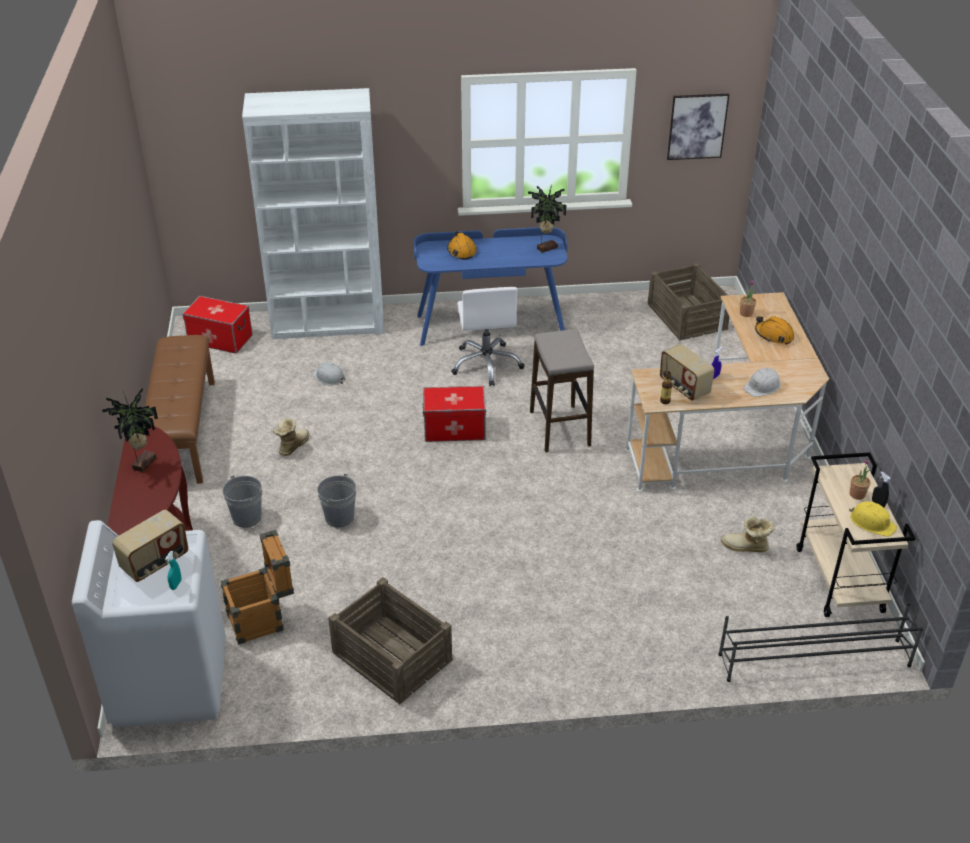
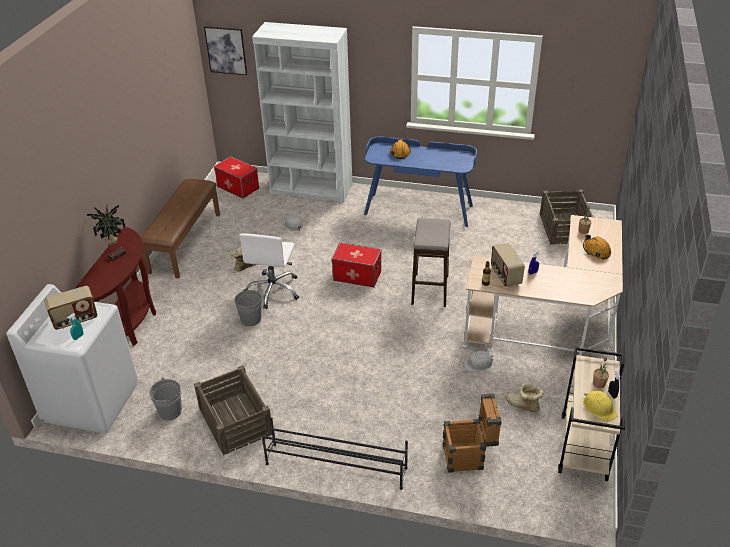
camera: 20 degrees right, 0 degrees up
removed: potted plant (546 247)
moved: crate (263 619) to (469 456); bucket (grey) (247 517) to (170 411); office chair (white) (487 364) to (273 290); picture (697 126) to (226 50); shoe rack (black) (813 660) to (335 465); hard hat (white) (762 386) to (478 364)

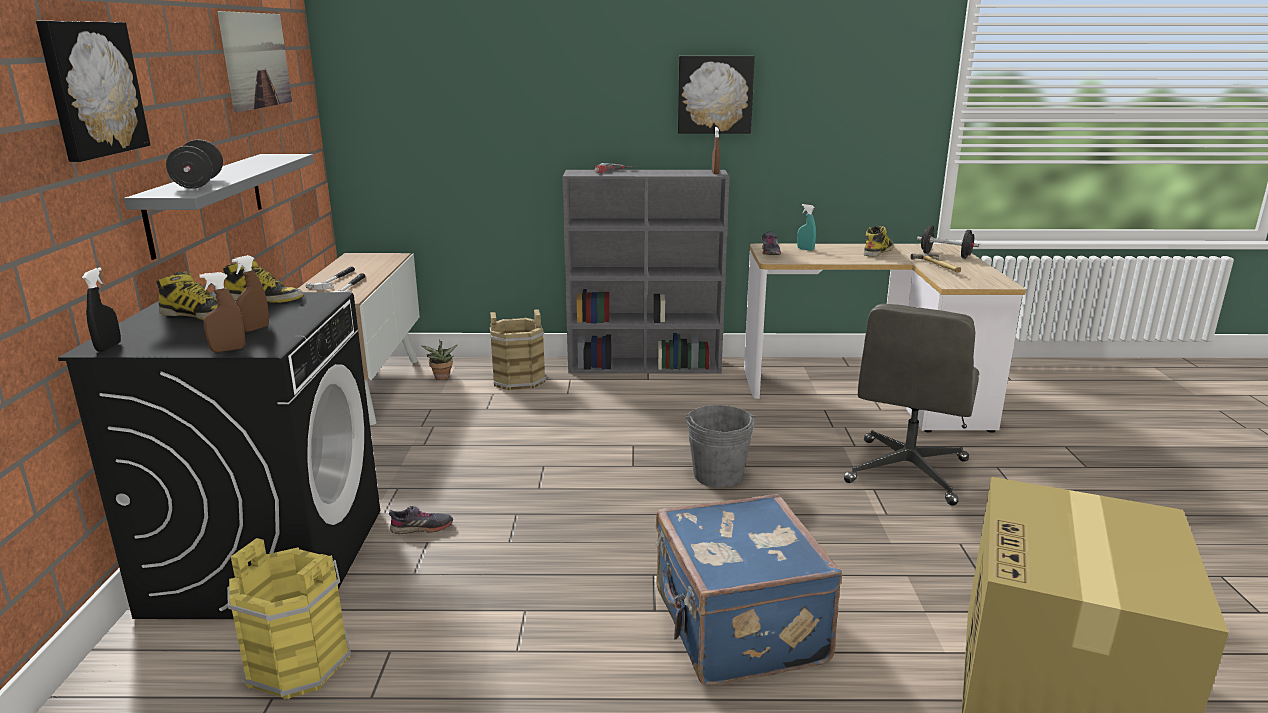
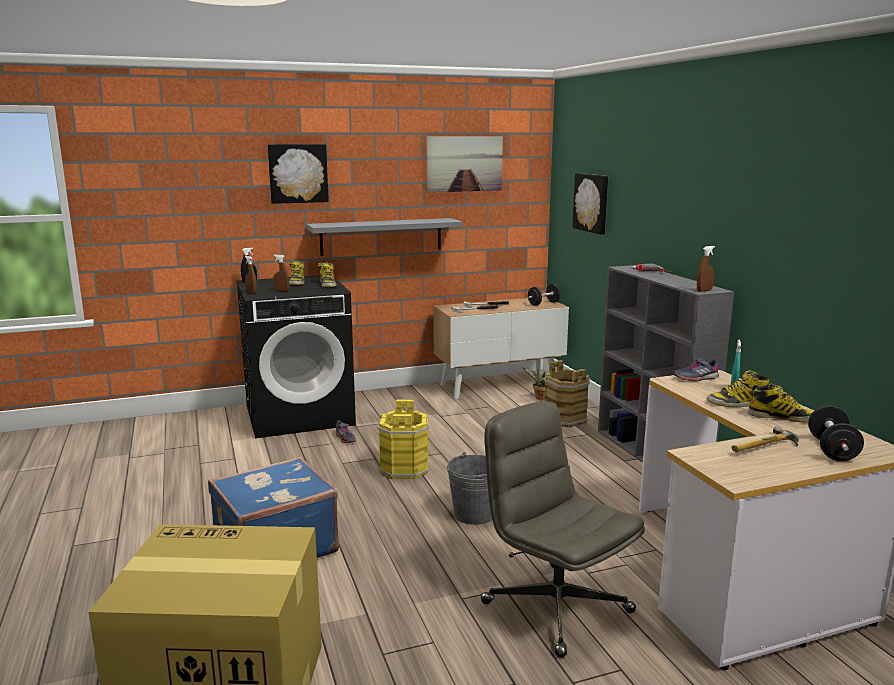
camera: 70 degrees right, 5 degrees down
added: boot (738 403)
moved: dumbbell (black) (199 183) to (543 304); bucket (yellow) (298 662) to (405 468); picture (715 94) to (592 202)
turned: office chair (grey) (907 472) = (555 606) 45 degrees clockwise

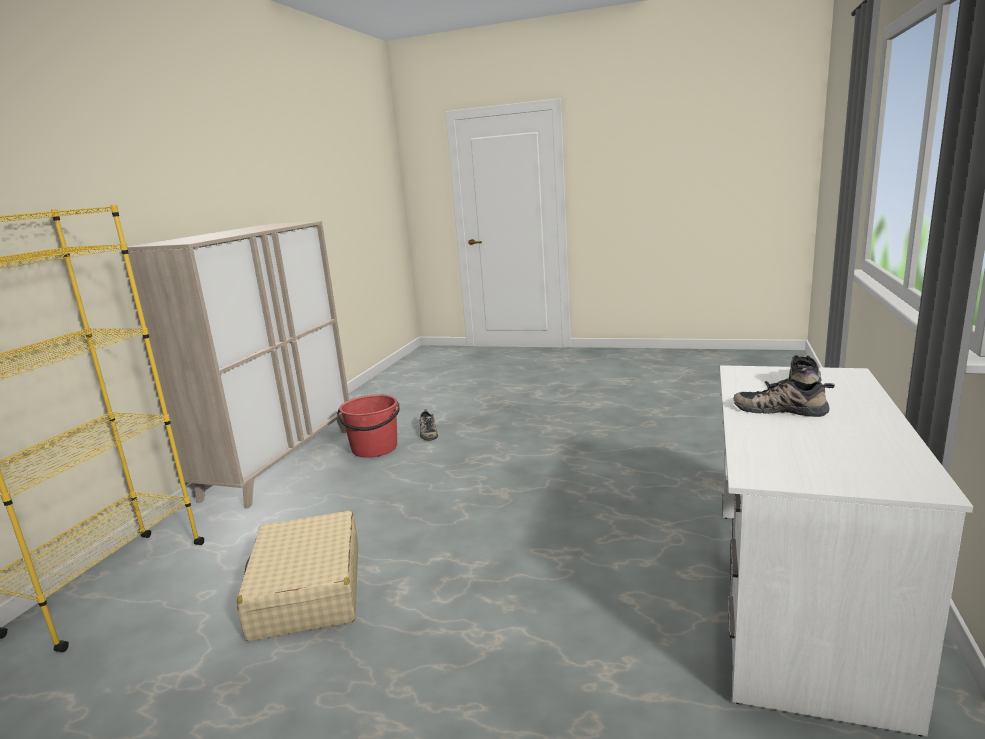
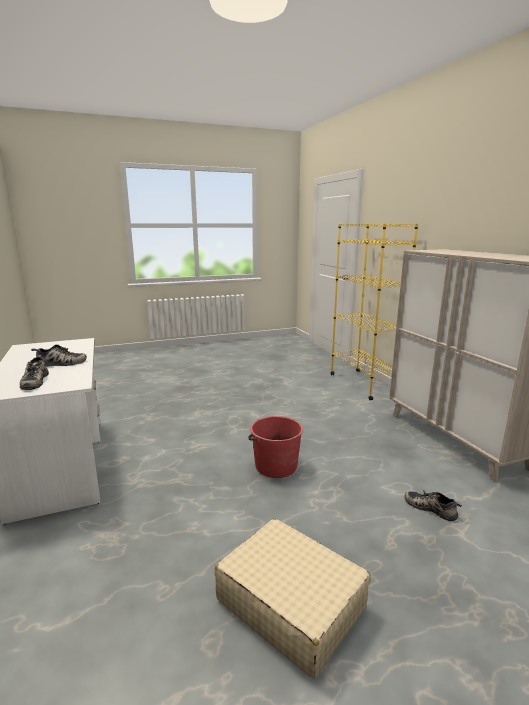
camera: 140 degrees right, 0 degrees up
moved: suitcase (beige) (307 591) to (290 603); bucket (red) (374 448) to (275 466)

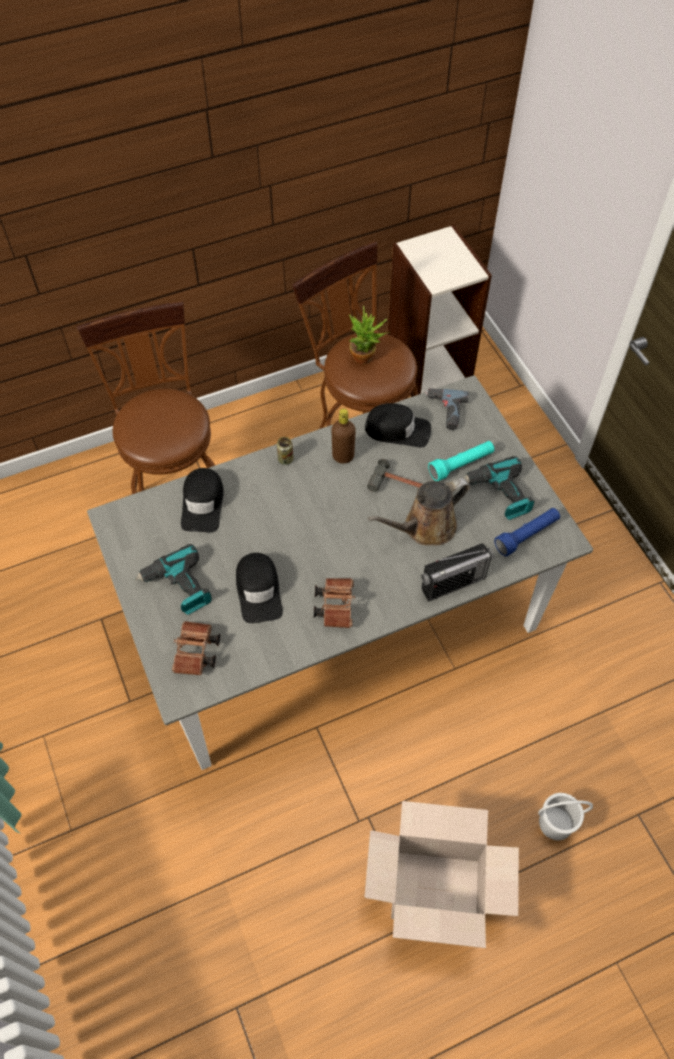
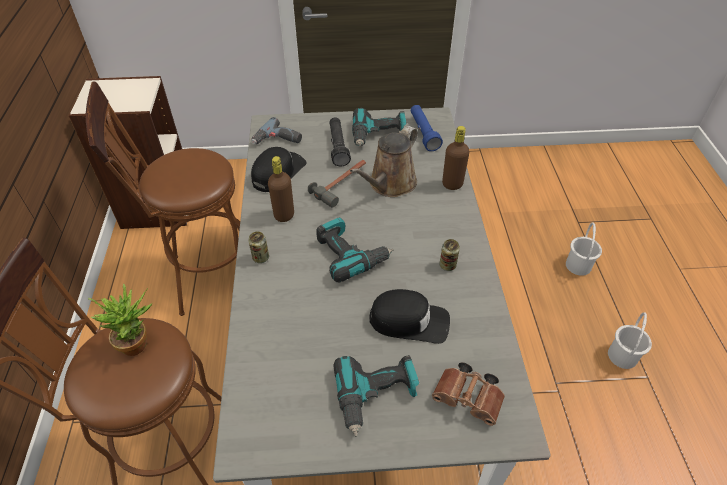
camera: 70 degrees left, 10 degrees down
removed: cap (black) (203 504)
added: power drill (350 254)
moved: potted plant (366 359) to (139 342)
replaced: binoculars (brown) (335 605) to can (447 265); cardboard box (434 890) to bucket (white) (623 356); radio (453 583) to bottle (brown) (452 184)
recoloured: flashlight (turquoise) (461 465) to flashlight (black) (338 147)
turned: watering can (brown) (425 527) = (390 184) 45 degrees clockwise

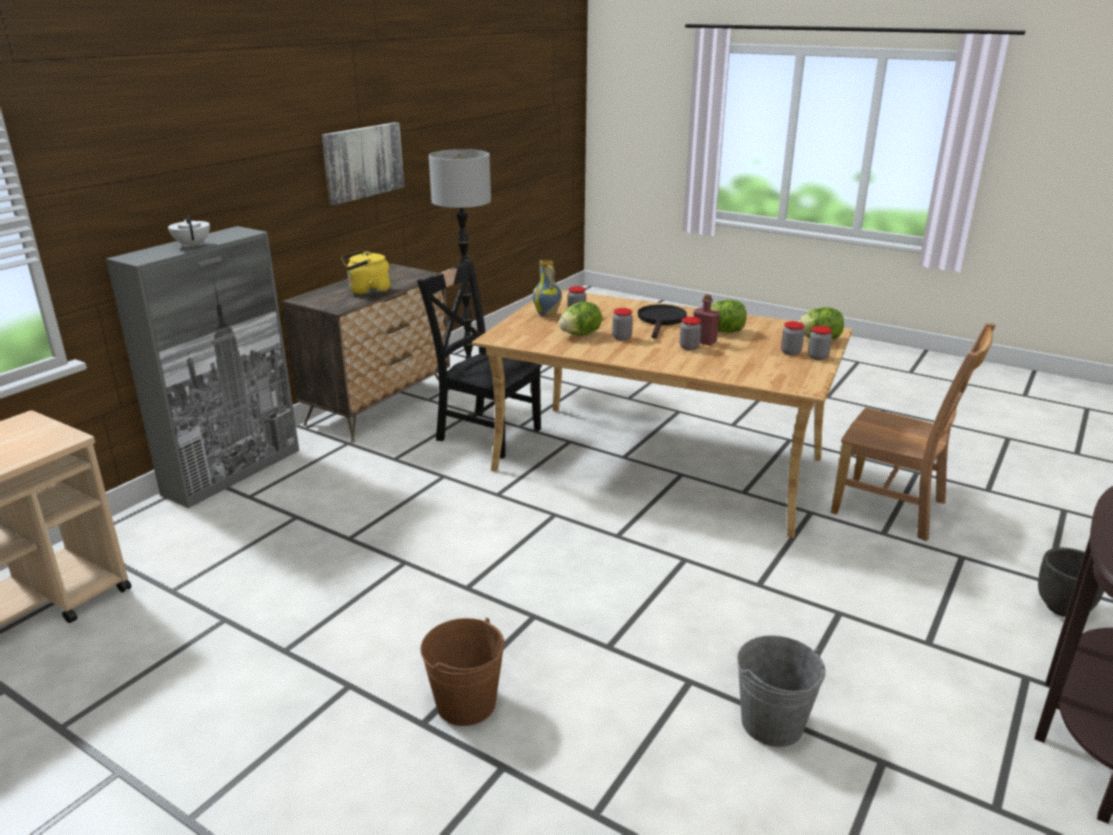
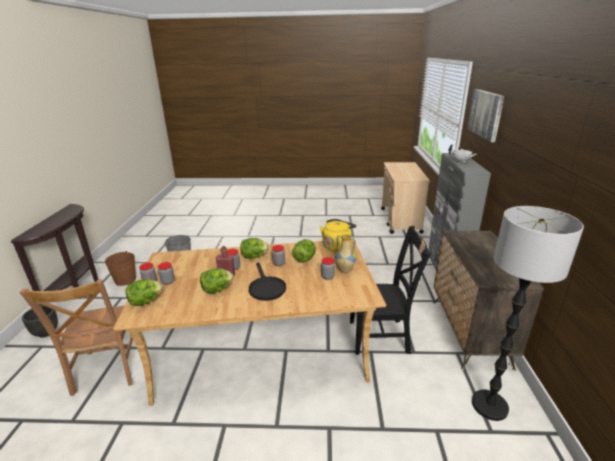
camera: 150 degrees right, 0 degrees up
added: lettuce (254 257)
moved: picture (362 162) to (486 114); kettle (yellow) (367 292) to (337 246); bucket (brown) (466 704) to (125 280)
turned: chair (brown) (894 509) = (107 370) 105 degrees counterclockwise

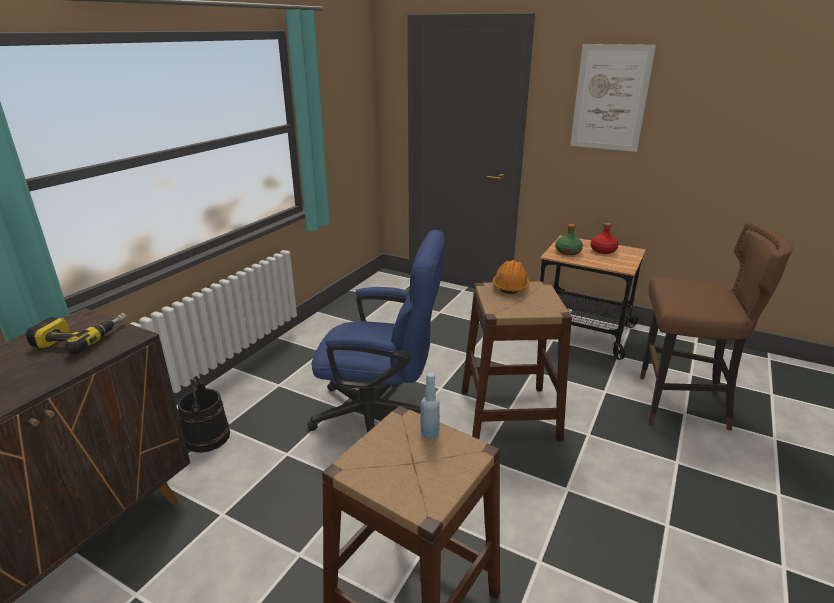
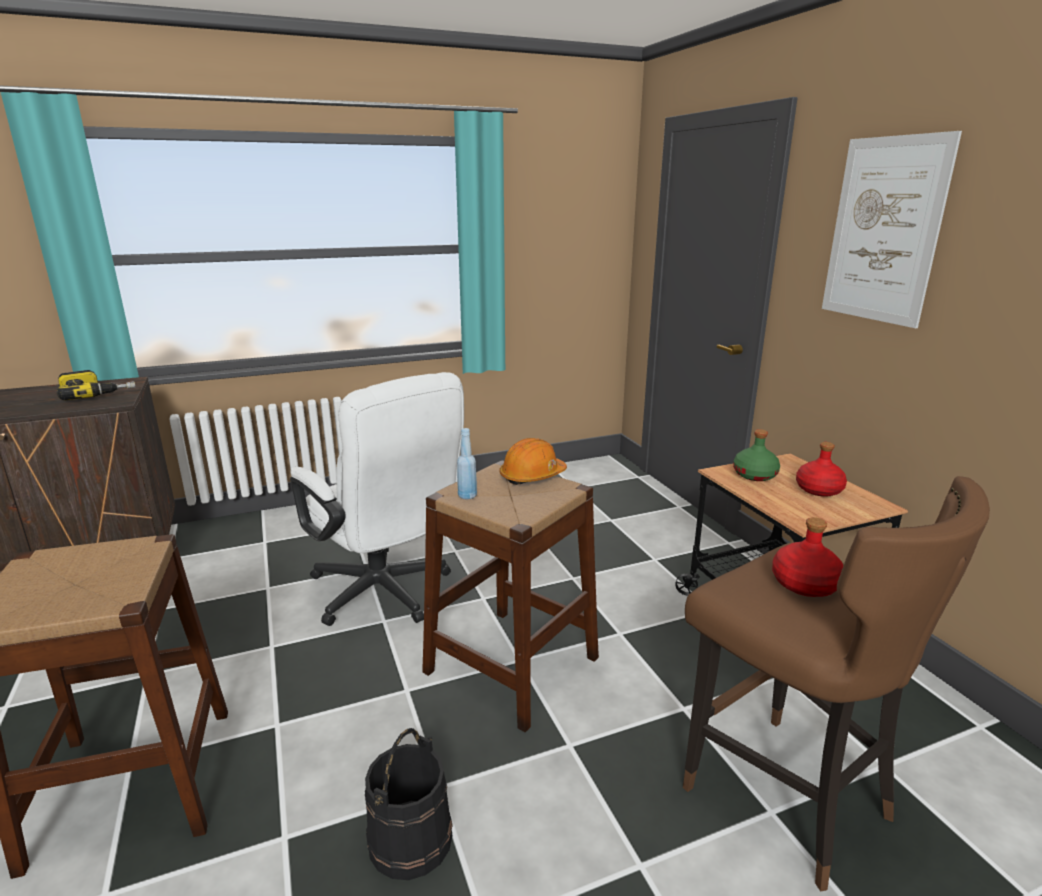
camera: 40 degrees right, 5 degrees down
added: bottle (red) (805 584)
moved: bucket (black) (207 437) to (411 840); bottle (blue) (429 433) to (467 496)
recoloured: office chair (blue) (380 415) to office chair (white) (387 595)

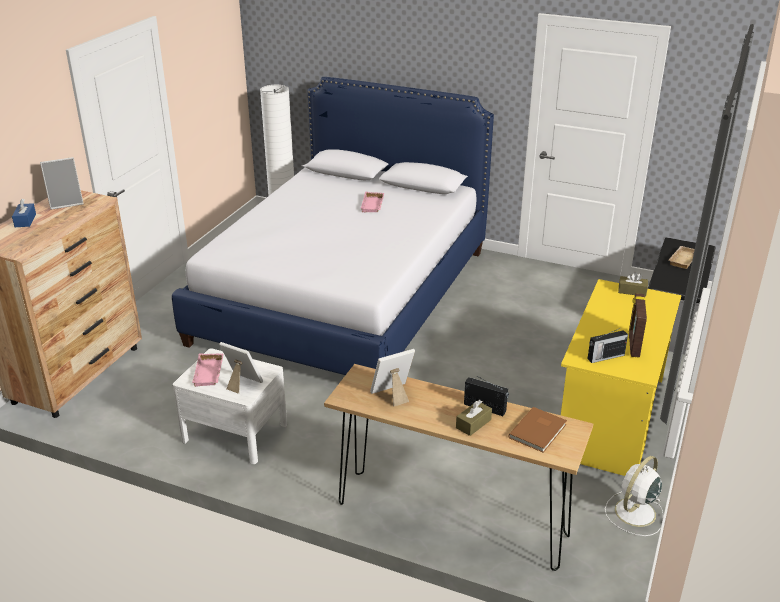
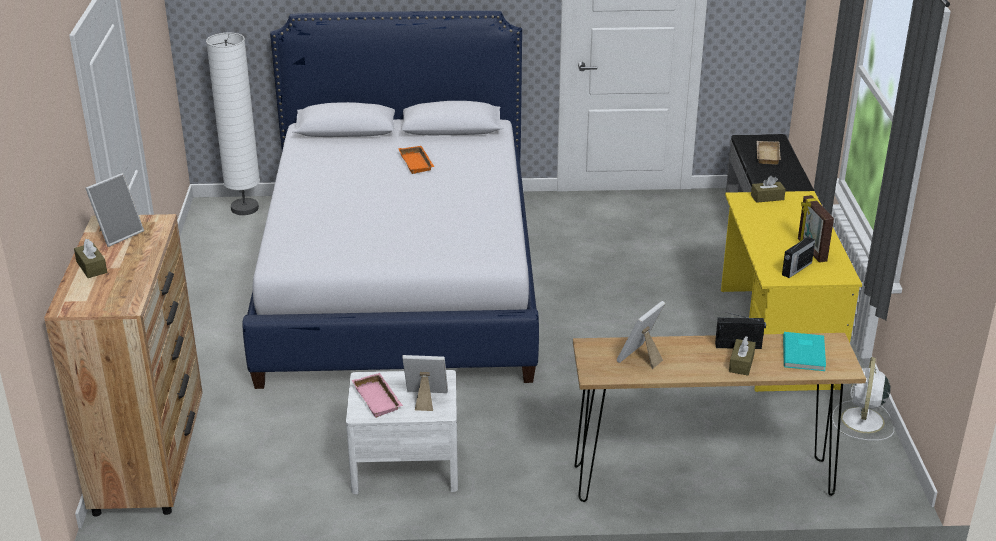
camera: 25 degrees left, 0 degrees up
recoloured: tissue box (blue) (25 220) to tissue box (brown) (91 267); tray (pink) (373 205) to tray (orange) (417 163); book (brown) (539 431) to book (turquoise) (805 353)

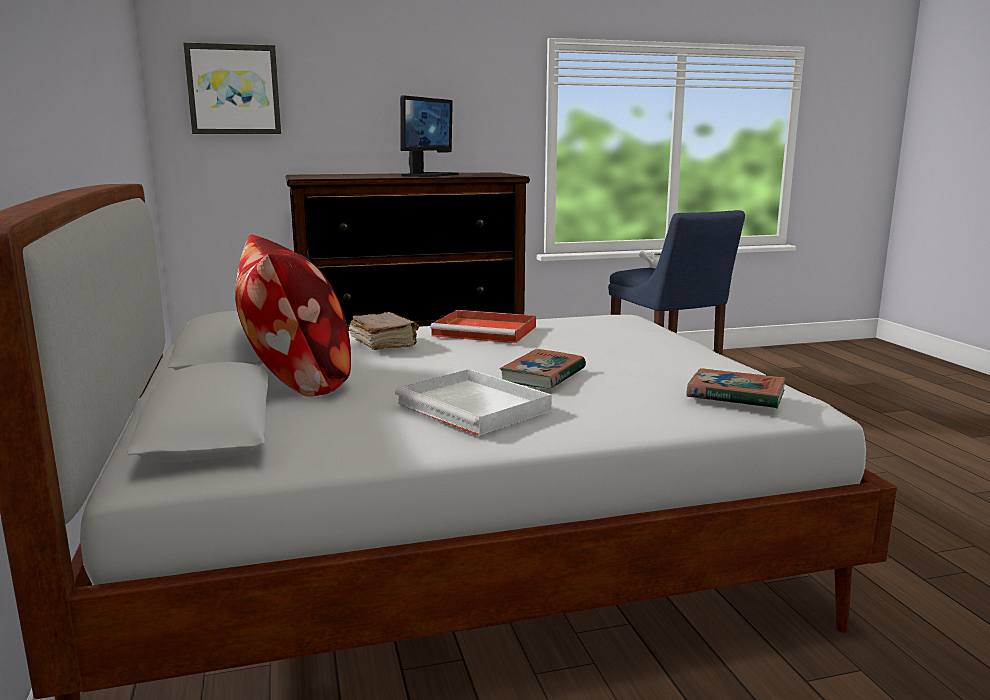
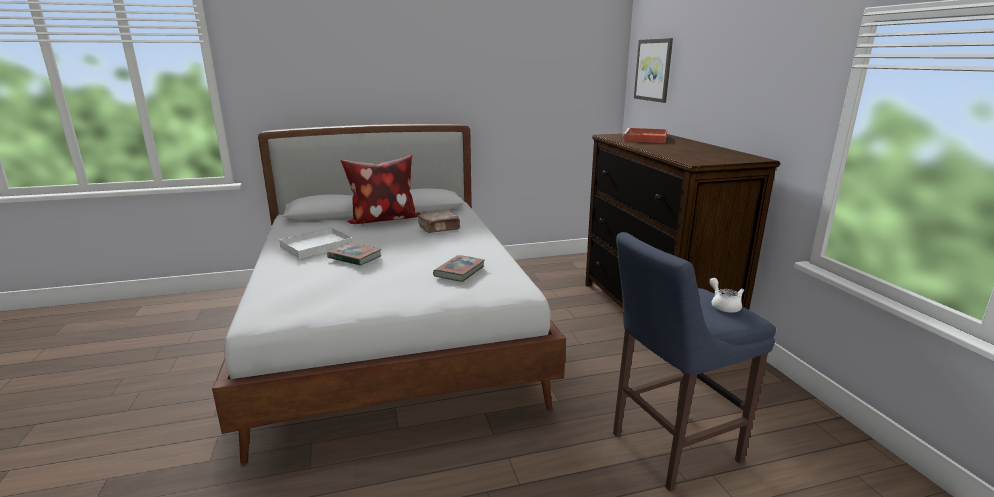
camera: 90 degrees right, 5 degrees up
removed: monitor (429 175)
moved: tray (red) (487 331) to (645 138); book (735 395) to (459 271)

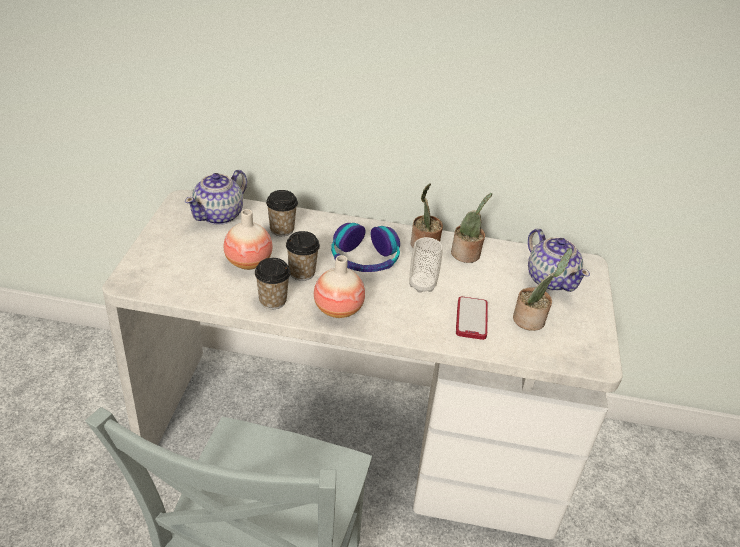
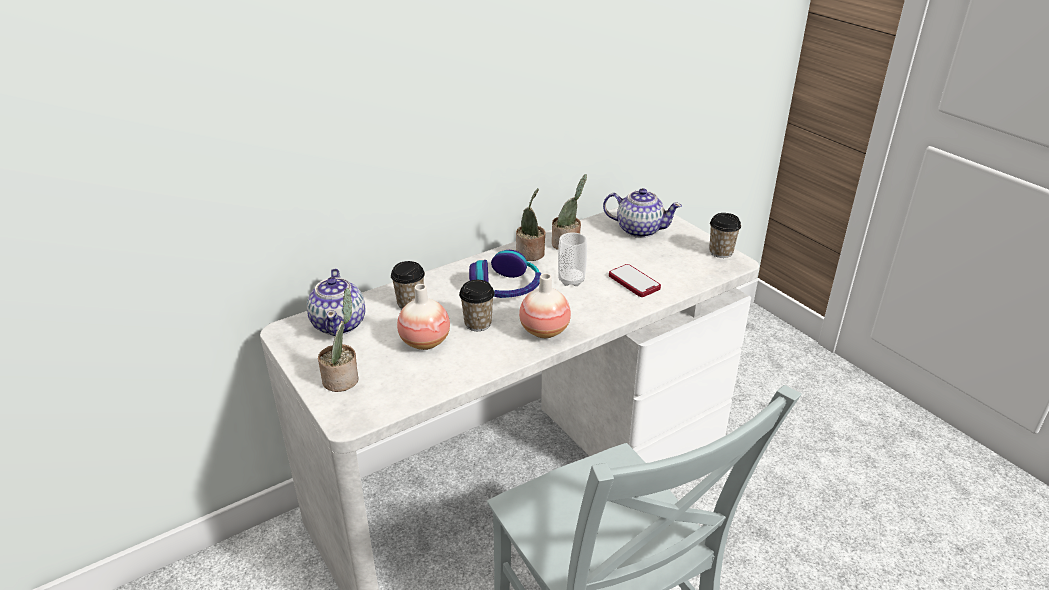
camera: 40 degrees left, 5 degrees down
moved: cup (272 301) to (721 252); potted plant (531 320) to (343 379)

